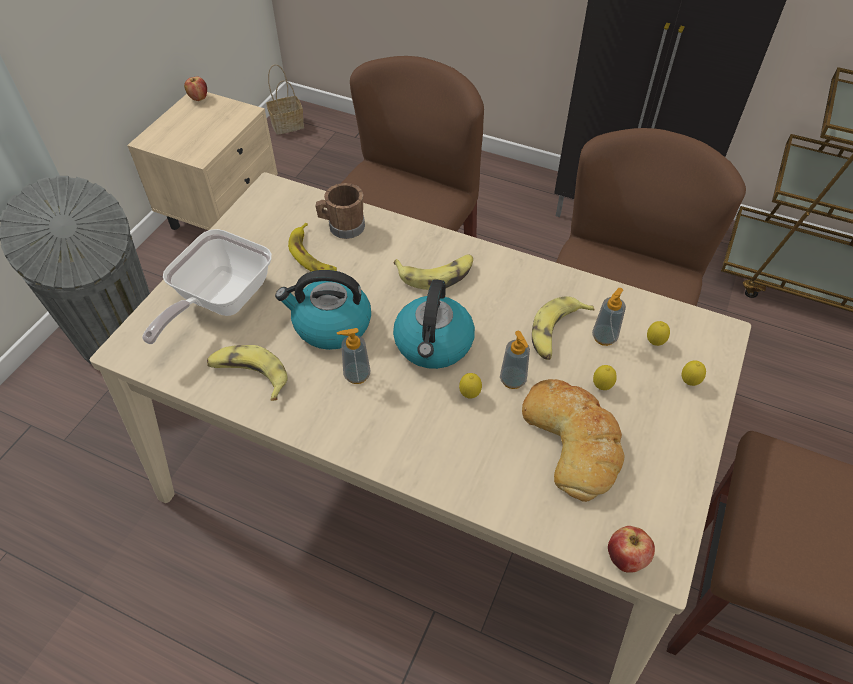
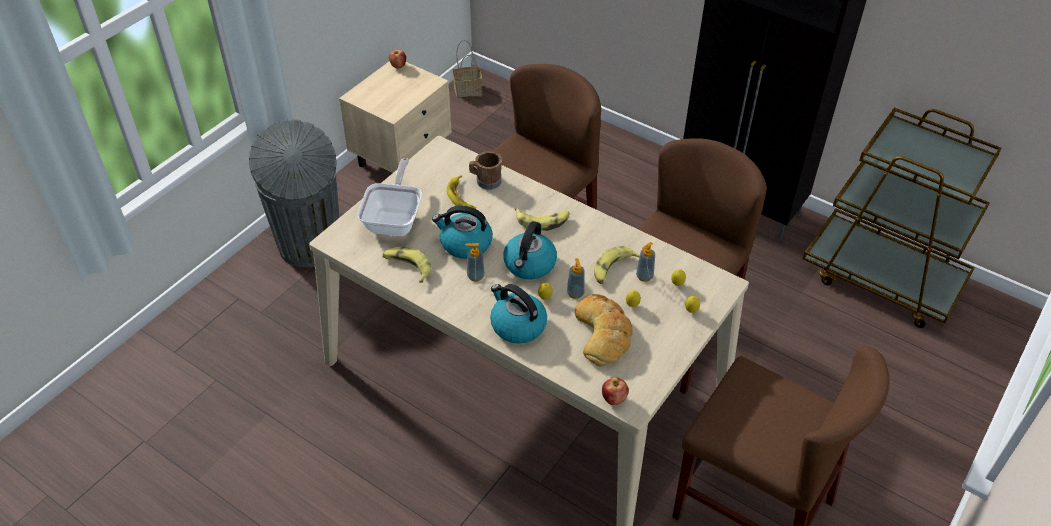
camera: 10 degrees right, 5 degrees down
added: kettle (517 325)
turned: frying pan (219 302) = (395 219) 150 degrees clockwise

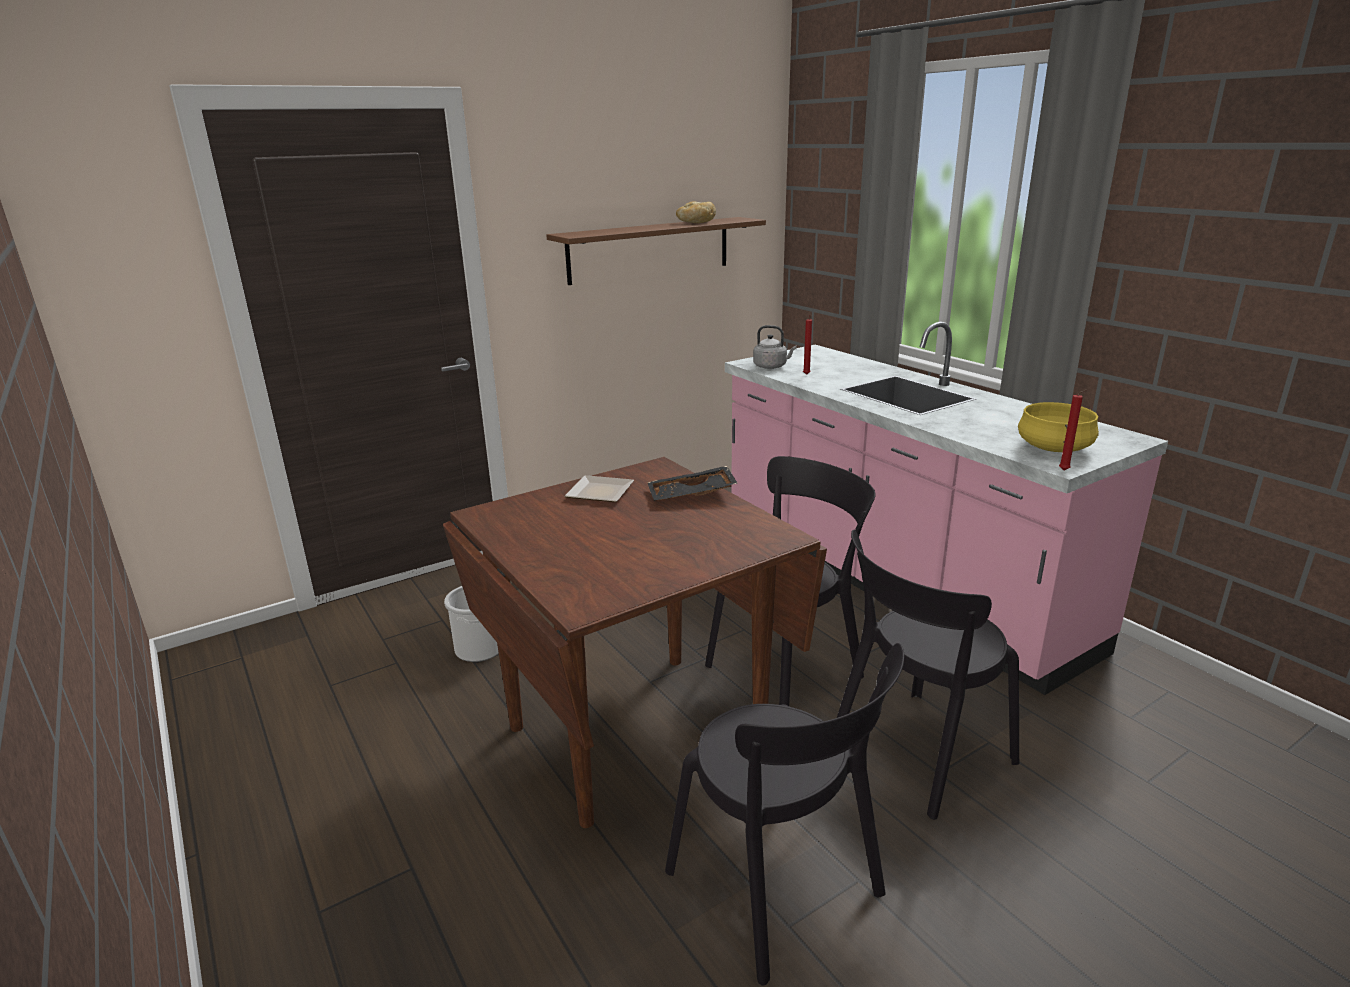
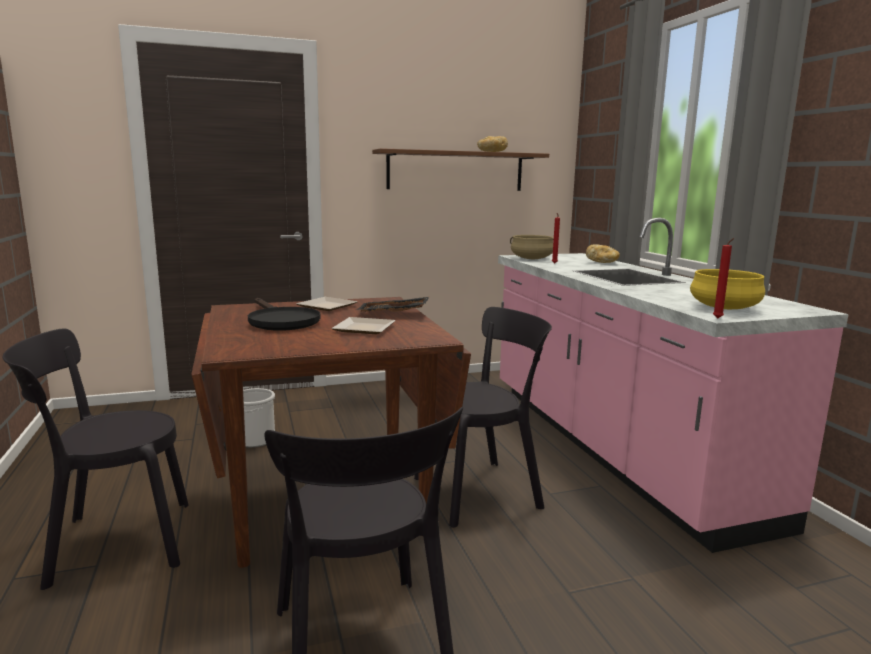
camera: 15 degrees right, 10 degrees down
added: frying pan (black) (280 321); plate (363 328); bread (602 262)
moved: chair (black) (916 754) to (113 543)
replaced: kettle (grey) (771 366) to cooking pot (beige) (532 259)

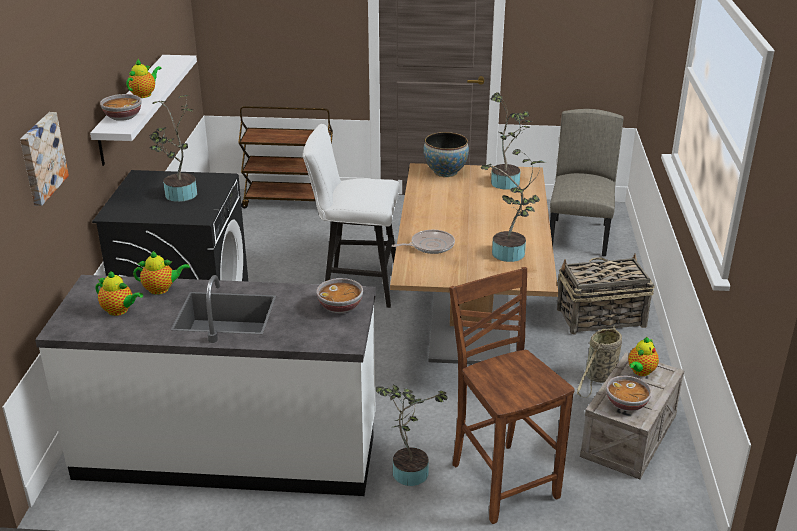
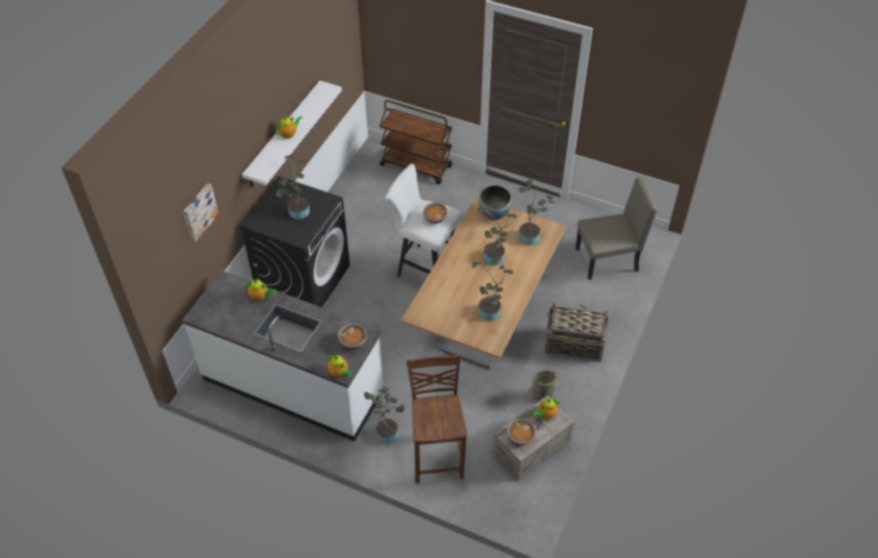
camera: 20 degrees right, 20 degrees up
removed: frying pan (430 246)
added: potted plant (494 259)
moved: teapot (119 311) to (339 373); bowl (122 117) to (435 218)
turned: chair (beige) (579 237) = (607 260) 45 degrees clockwise

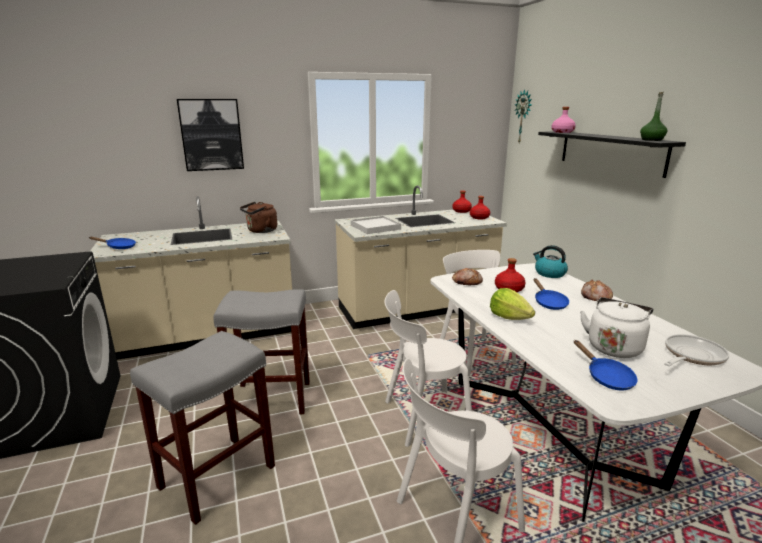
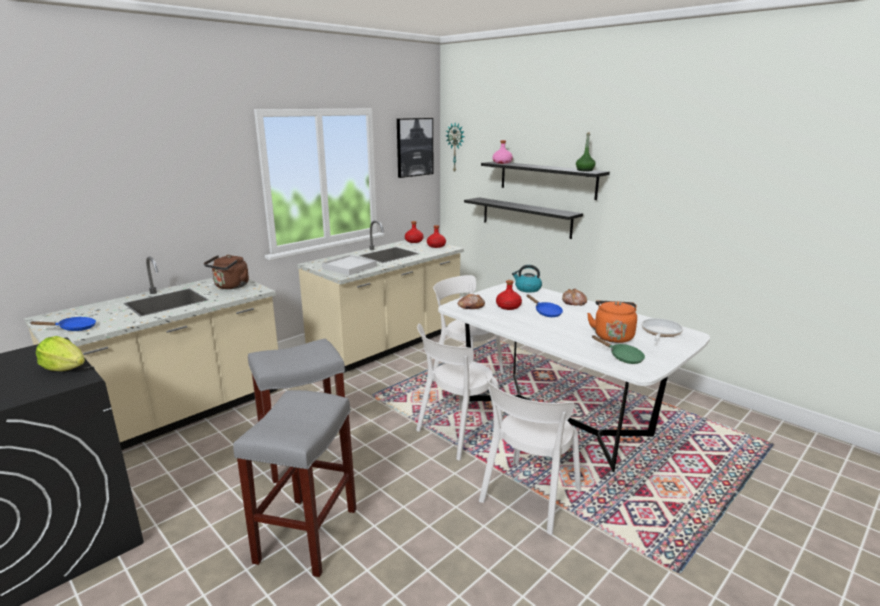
camera: 25 degrees left, 0 degrees up
added: shelf (black) (526 217)
moved: picture (211 135) to (414 147); lettuce (509 317) to (65 368)
recoloured: frying pan (blue) (606 377) to frying pan (green) (622 357); kettle (white) (614 347) to kettle (orange) (612 336)

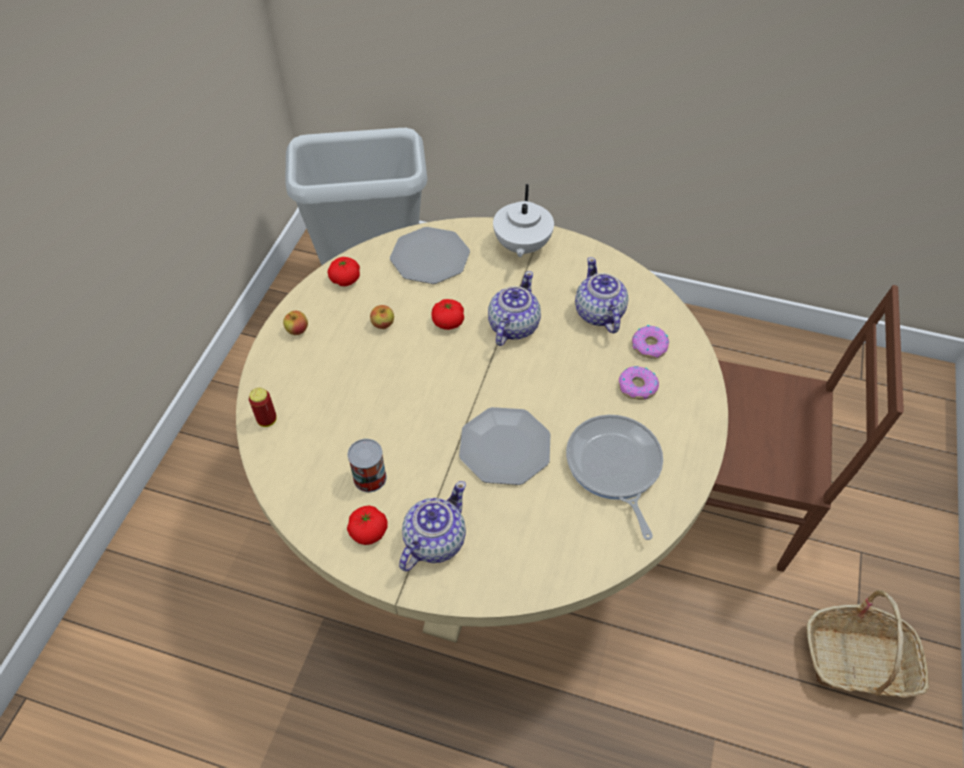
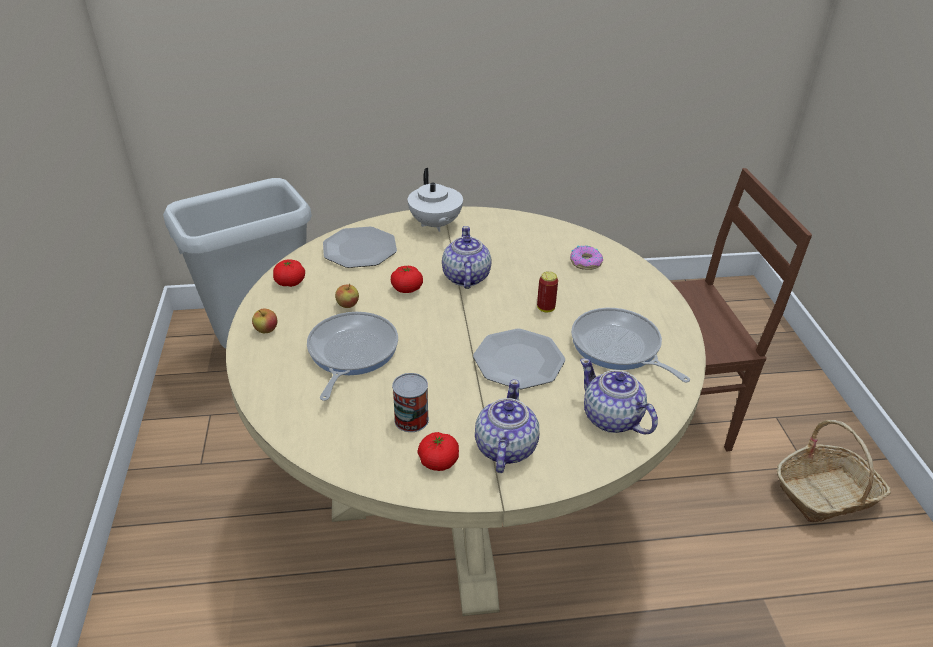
camera: 25 degrees left, 15 degrees down
removed: donut (637 387)
added: frying pan (350 353)
moved: can (267 420) to (545 308); teapot (599 314) to (612 419)

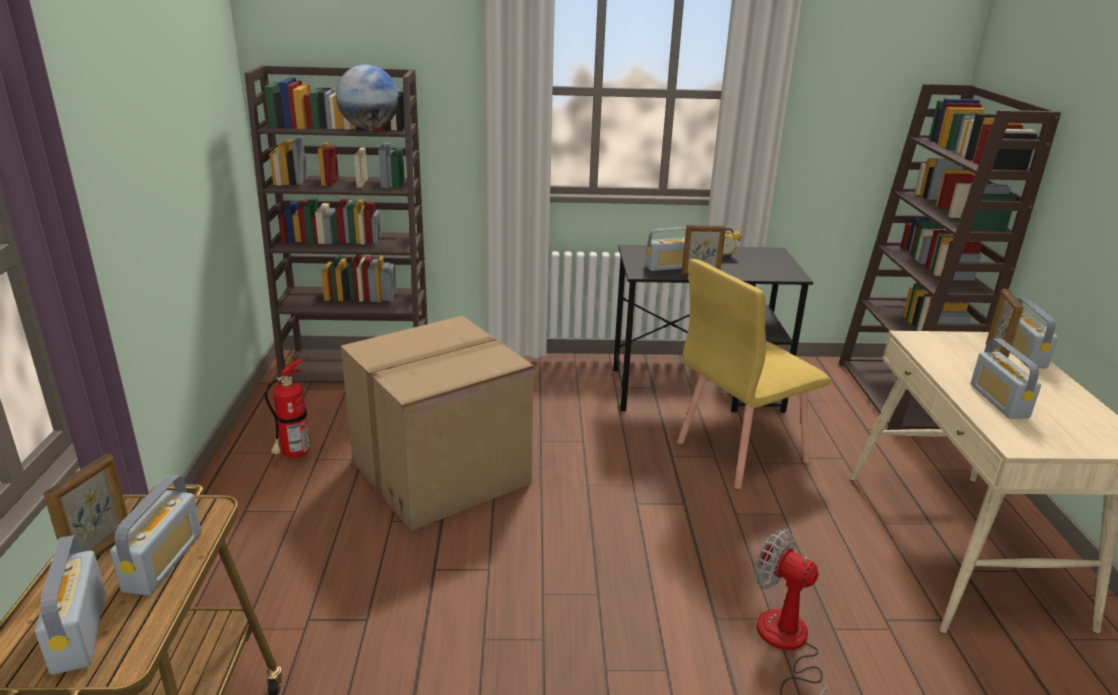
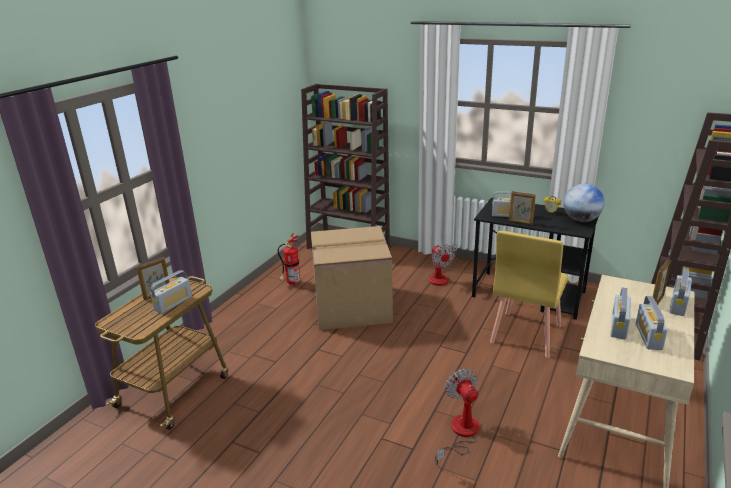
camera: 30 degrees right, 0 degrees up
added: fan (441 277)
moved: radio (79 632) to (648 336); globe (370 128) to (581 220)
turned: chair (yellow) (740 451) = (525 334) 60 degrees counterclockwise

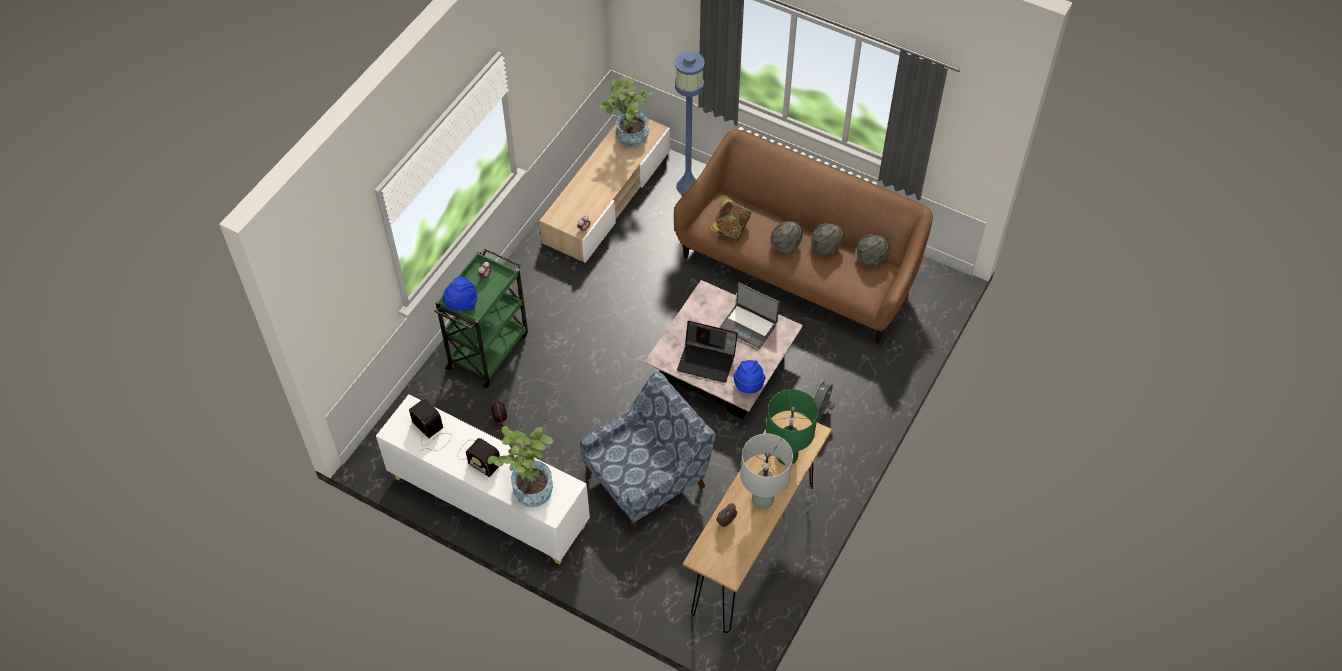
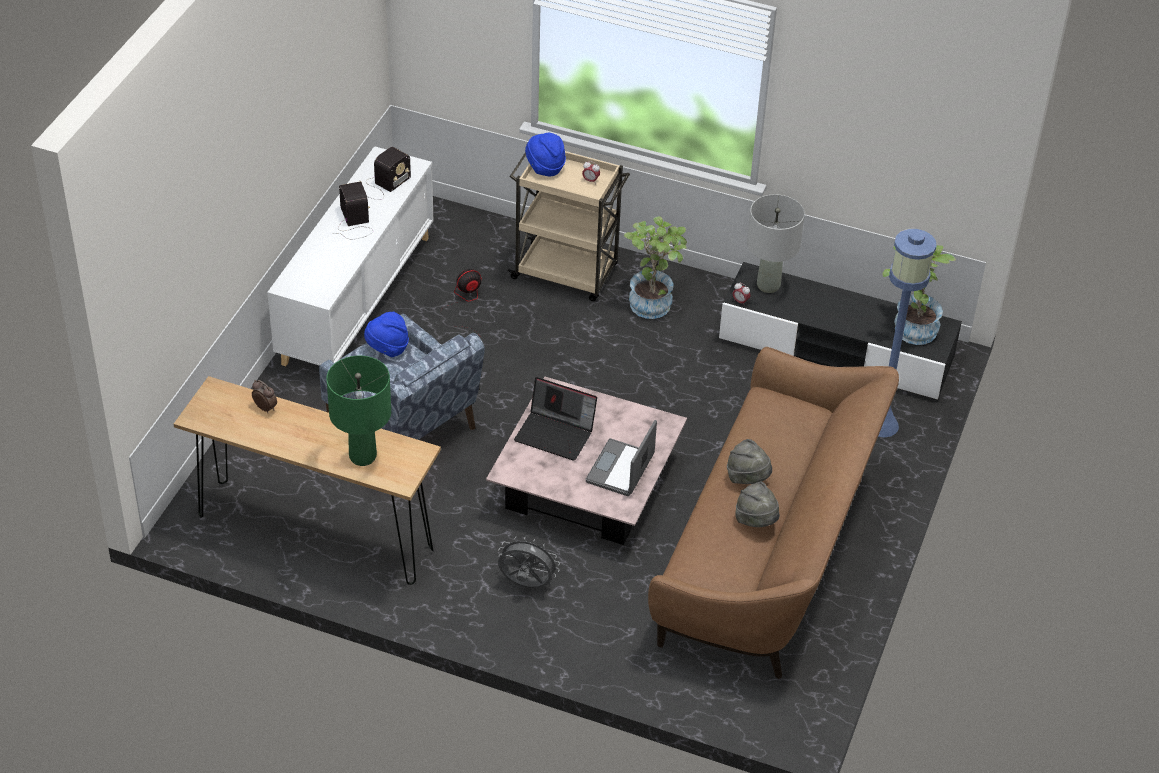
camera: 80 degrees right, 10 degrees down
removed: book (730 229); hat (grey) (871 258)
moved: potted plant (528 487) to (653 301); hat (blue) (748 386) to (387 348); table lamp (grey) (762 501) to (768 285)
recoloured: cart (green) (489 350) to cart (beige) (566 273); tv stand (beige) (607 197) to tv stand (black) (836 349)
turned: radio (478 457) = (354 222) 135 degrees clockwise; laptop (707 361) = (556 434) 75 degrees counterclockwise

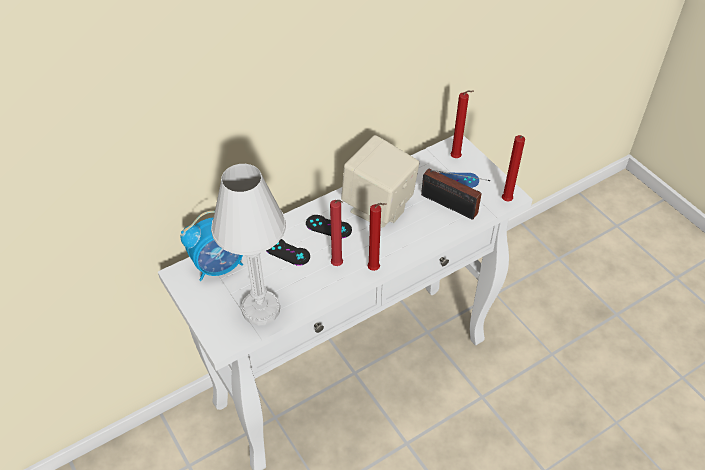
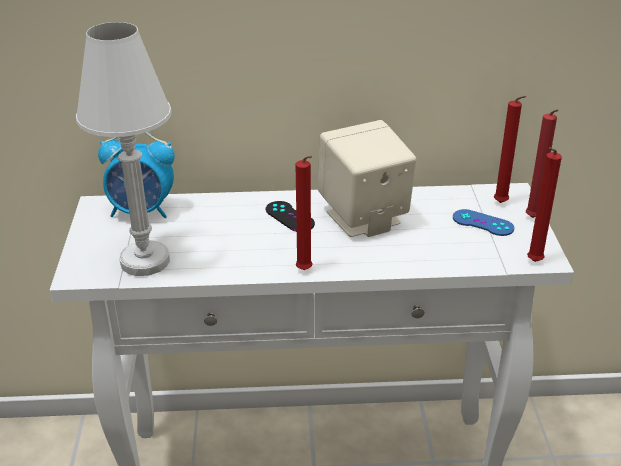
camera: 30 degrees right, 15 degrees down
removed: game controller (black) (287 252); radio (452 206)
moved: candle (red) (338 266) to (533 219)

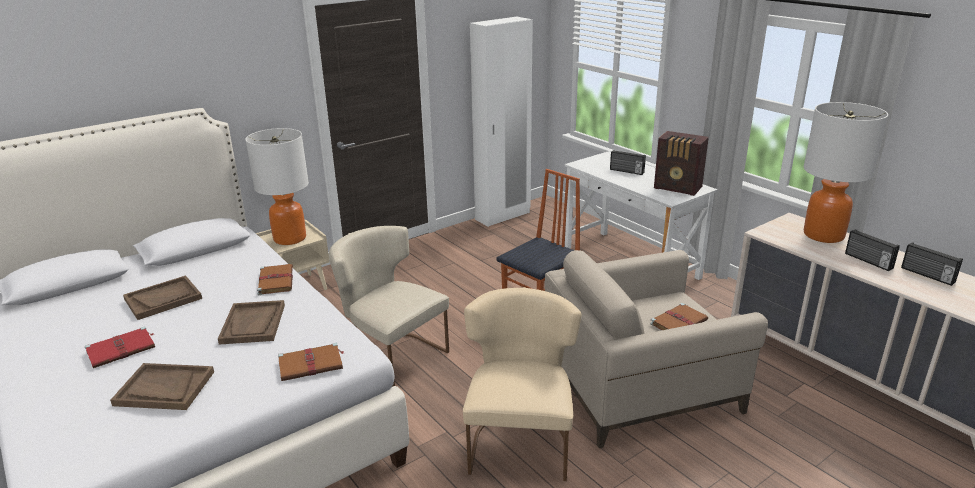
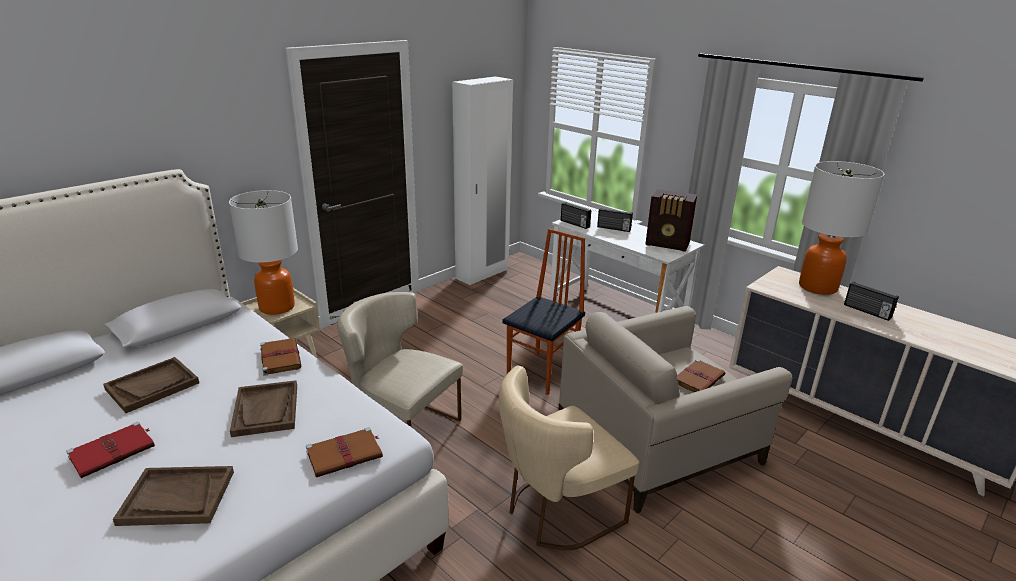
camera: 10 degrees left, 0 degrees up
moved: radio (927 275) to (574 224)
turned: chair (beige) (520 441) = (556 512) 120 degrees counterclockwise

